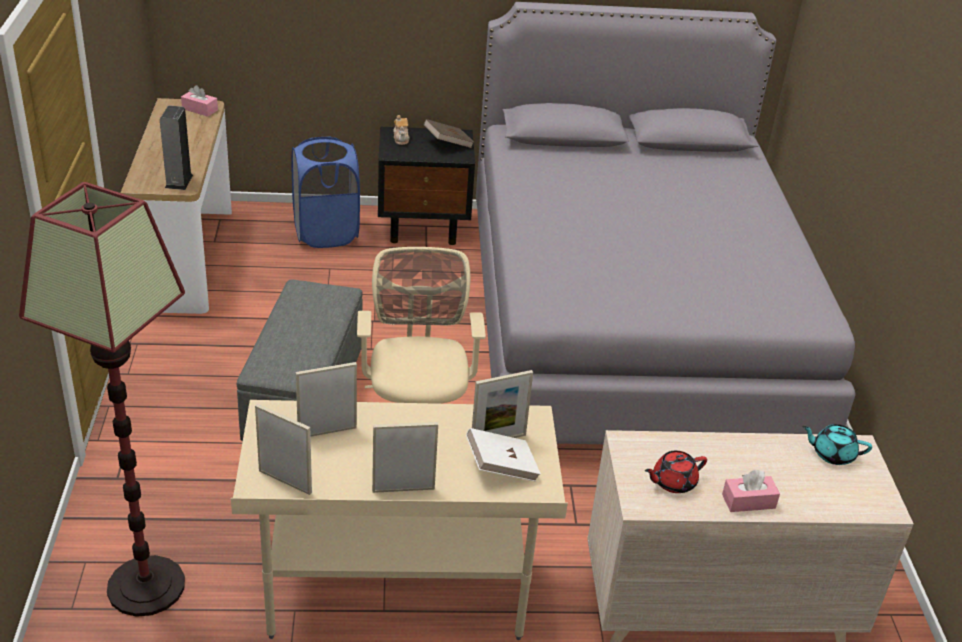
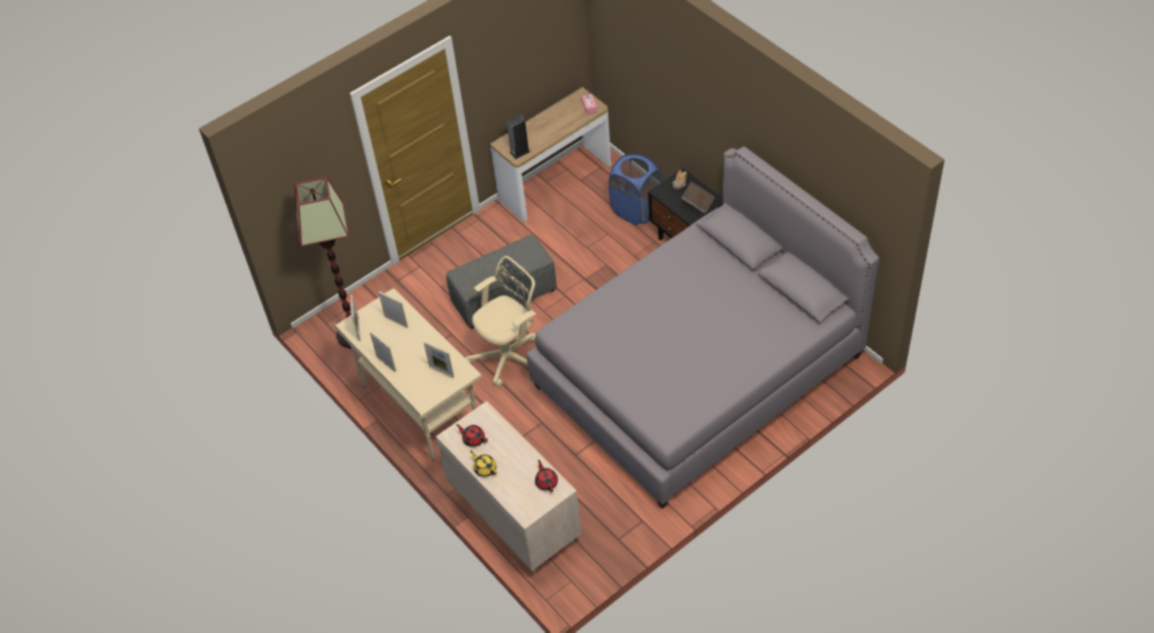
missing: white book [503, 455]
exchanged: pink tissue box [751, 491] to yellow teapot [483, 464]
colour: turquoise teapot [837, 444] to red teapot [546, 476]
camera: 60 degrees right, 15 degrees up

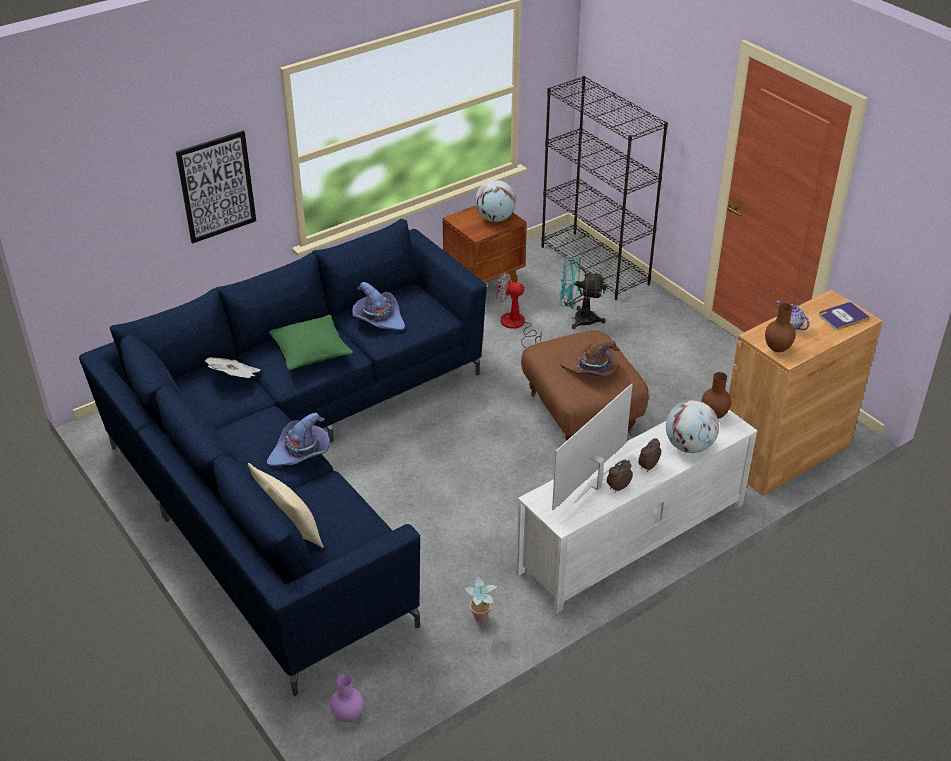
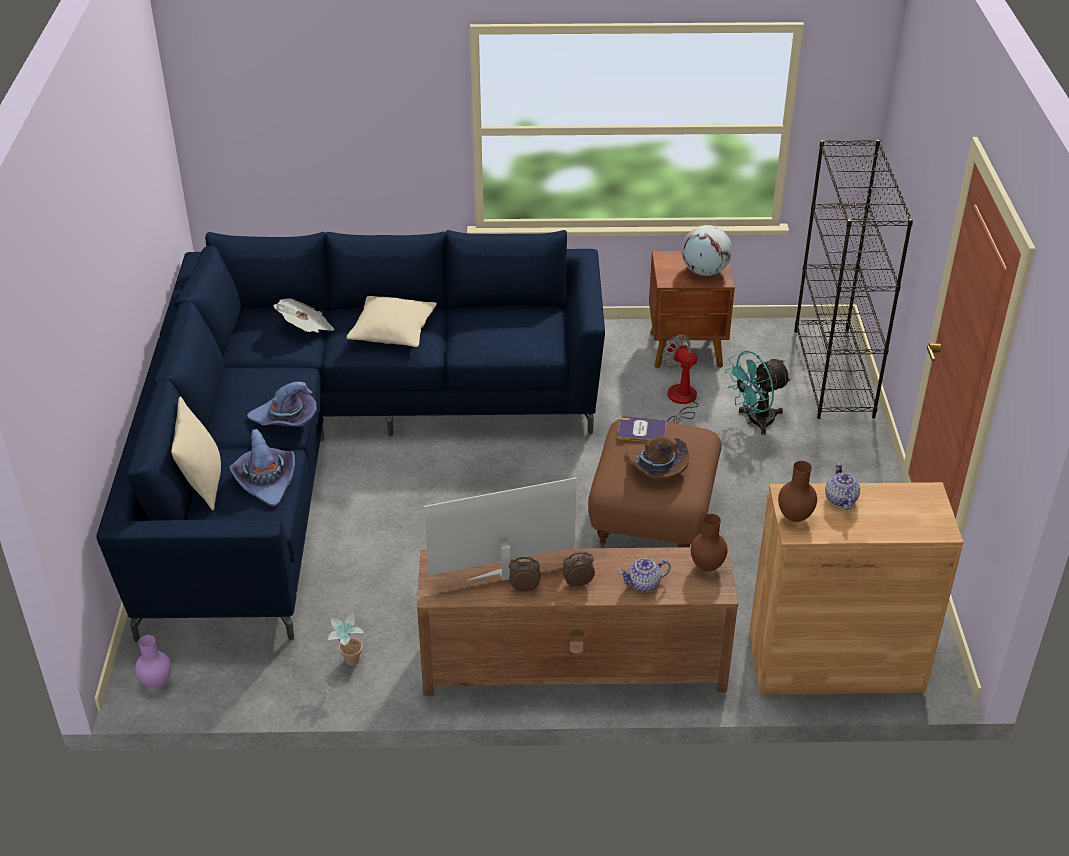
missing: picture [216, 187]
relocated: purple hat [378, 306] to [262, 467]; book [844, 316] to [641, 429]
exchanged: globe [692, 426] to teapot [645, 575]
colour: green pillow [311, 342] to beige pillow [392, 321]; white tv stand [636, 512] to brown tv stand [577, 621]
spun: turquoise fan [583, 293] = [758, 392] 75 degrees counterclockwise
camera: 35 degrees right, 0 degrees up

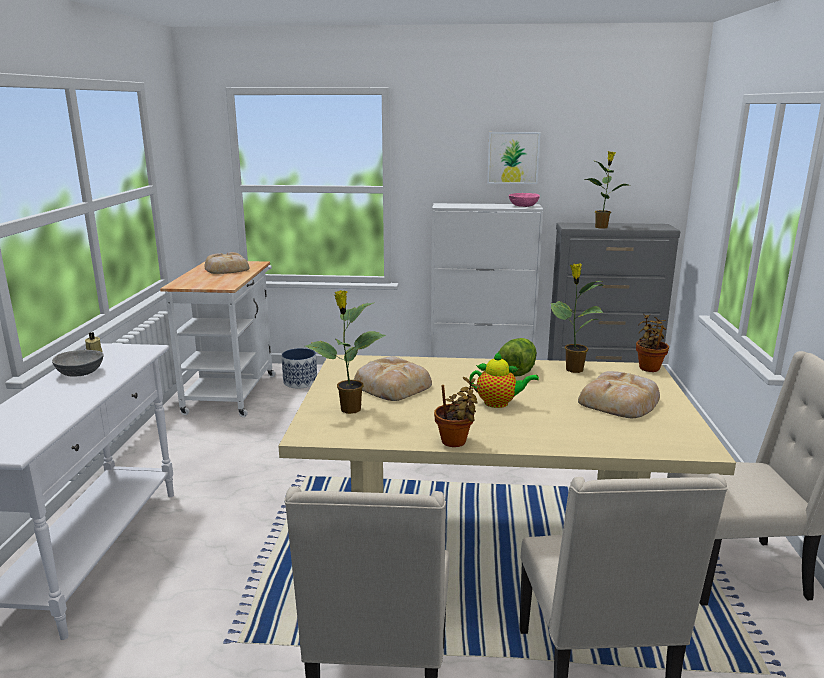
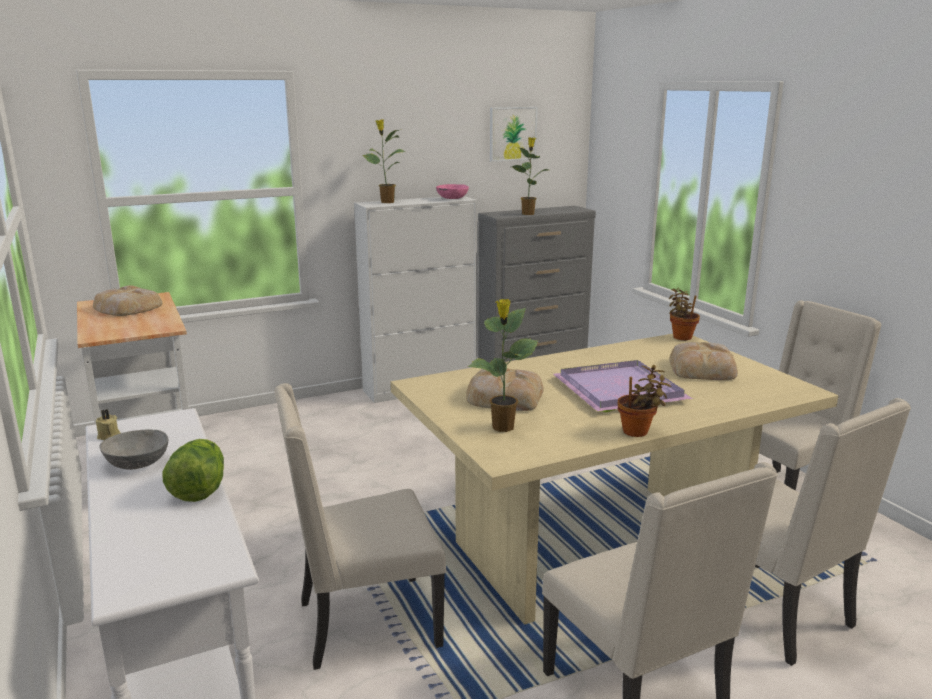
missing: planter [299, 368]
appeared: beige chair [360, 526]
relocated: picture [514, 158] to [514, 134]; lettuce [518, 357] to [193, 470]; potted plant [577, 318] to [384, 161]
exchanged: teapot [504, 380] to purple tray [623, 386]
camera: 30 degrees left, 0 degrees up

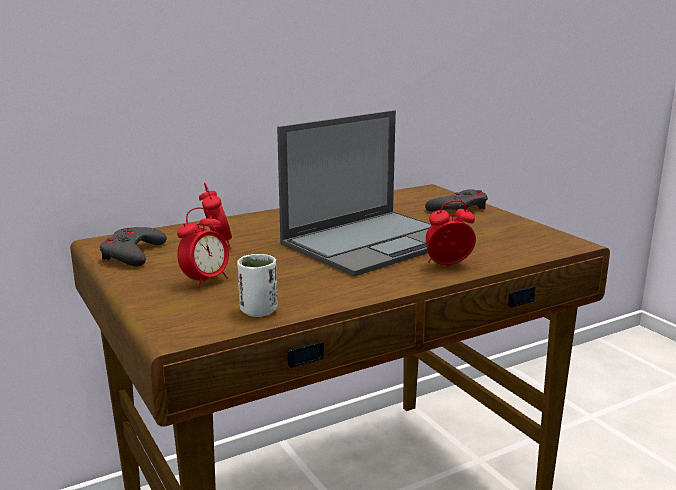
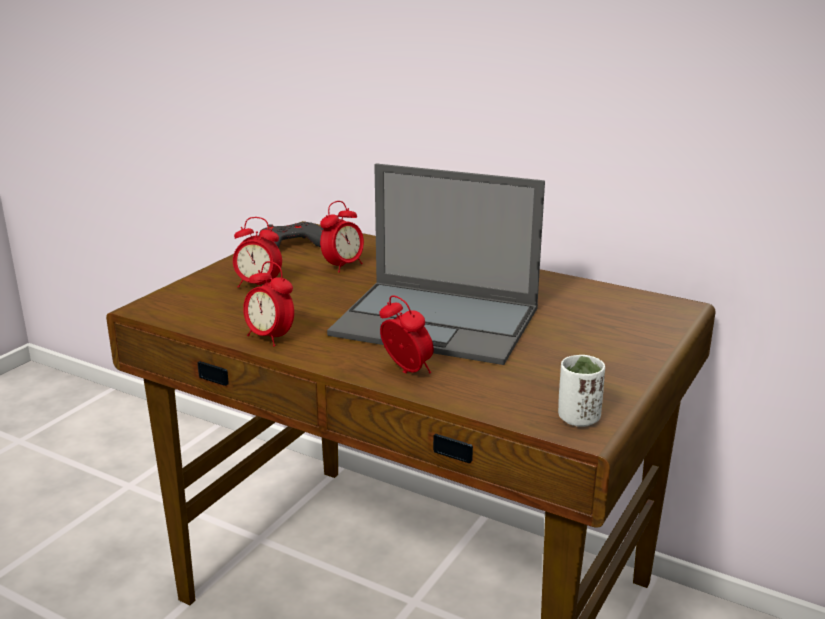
missing: grey game controller [456, 200]
appeared: alarm clock [268, 303]
relocated: white cup [257, 285] to [581, 391]
camera: 60 degrees right, 5 degrees up

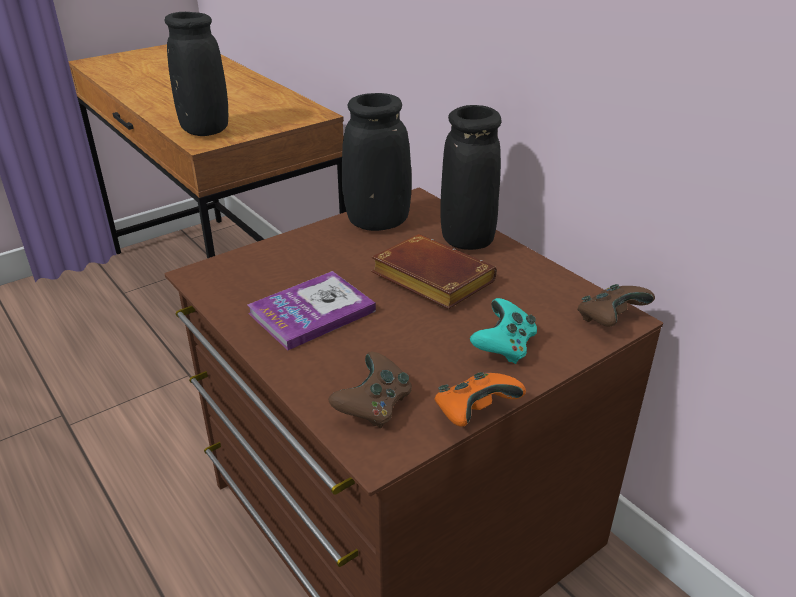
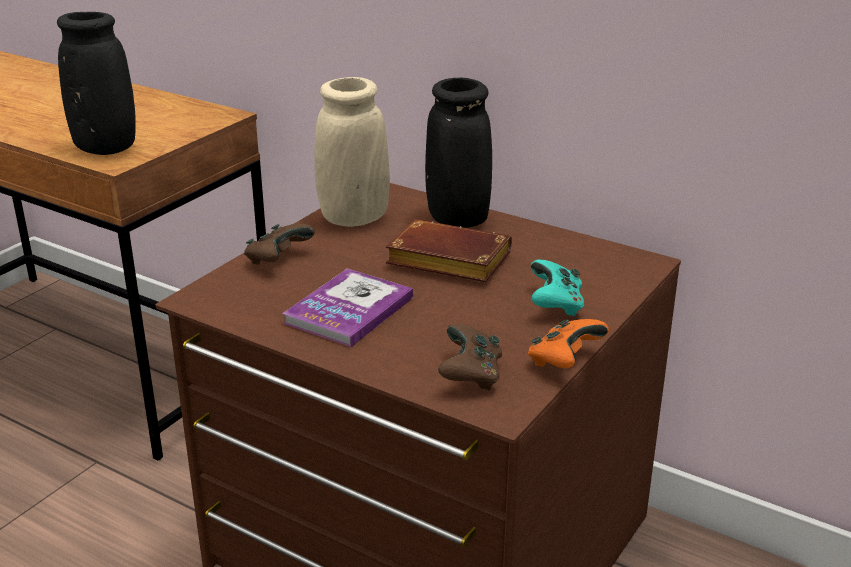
relocated: brown game controller [616, 305] to [279, 244]
colour: black vase [377, 162] to beige vase [352, 152]
camera: 20 degrees left, 5 degrees down

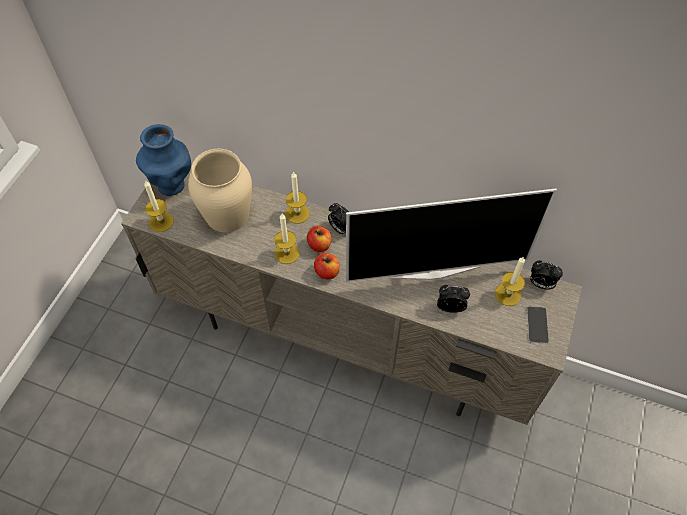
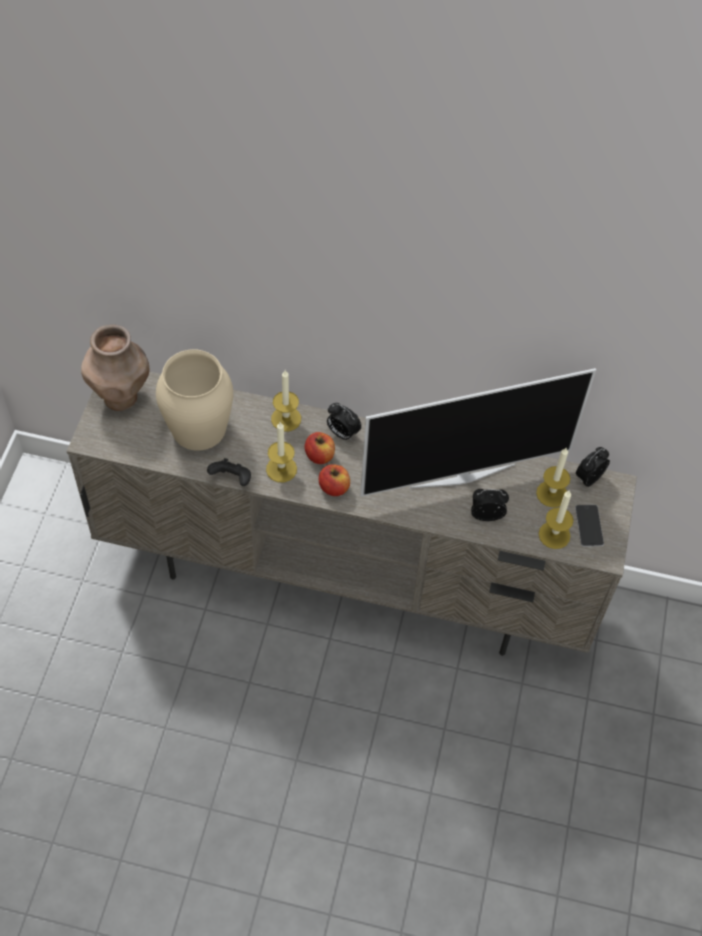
appeared: black game controller [229, 472]
relocated: candle [159, 206] to [556, 520]
colour: blue vase [163, 160] to brown vase [115, 368]
spun: alarm clock [546, 275] = [593, 467] 120 degrees clockwise
camera: 10 degrees left, 0 degrees up

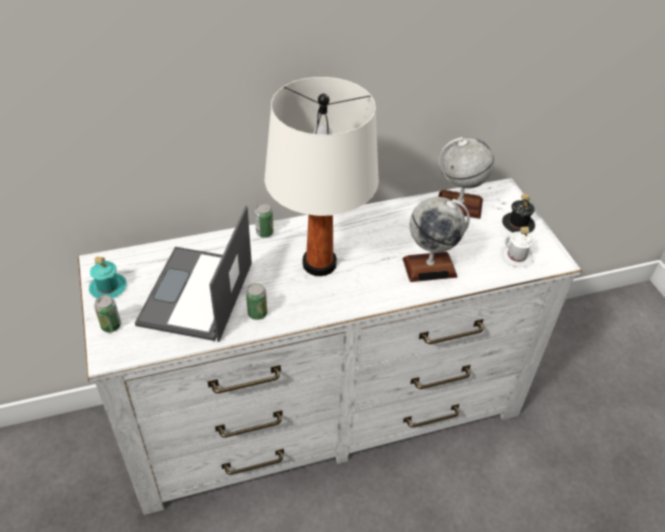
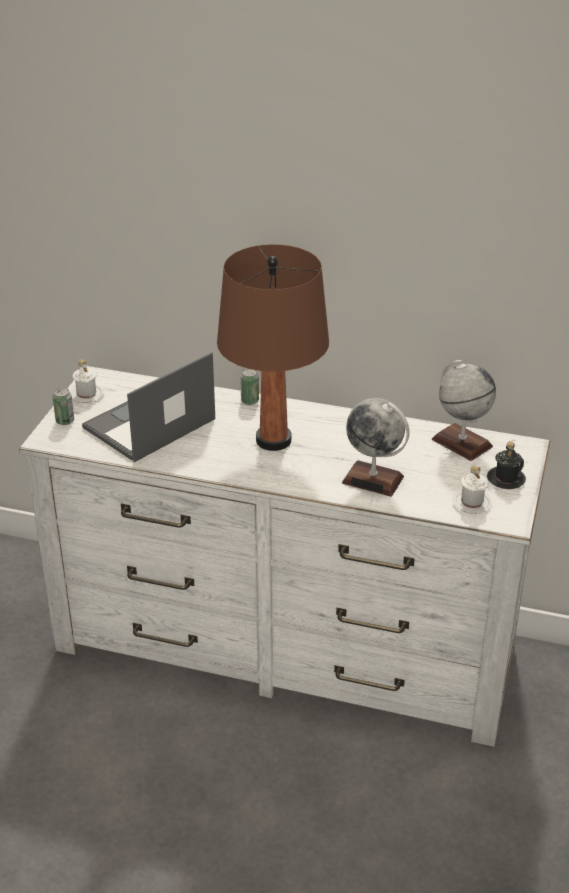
missing: can [256, 301]
colour: turquoise mug [108, 277] to white mug [87, 381]; white table lamp [322, 176] to brown table lamp [273, 347]
camera: 35 degrees right, 10 degrees down

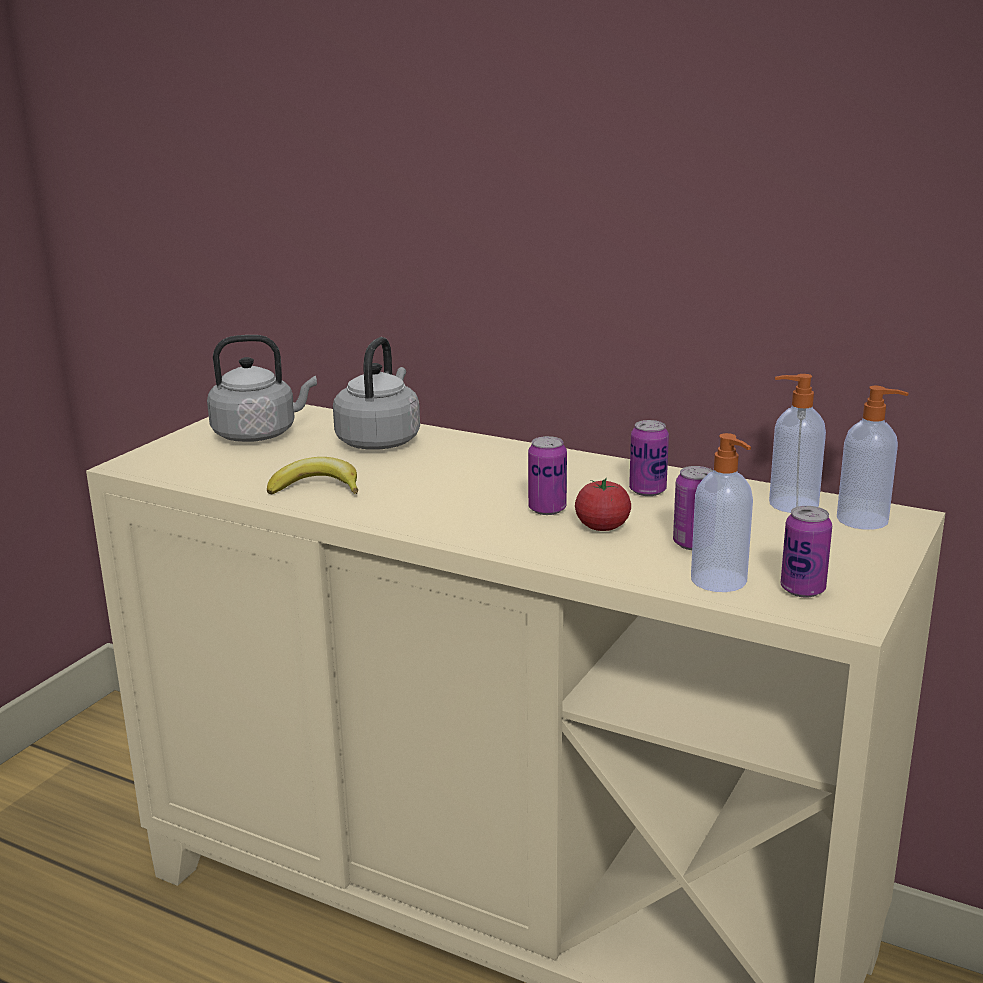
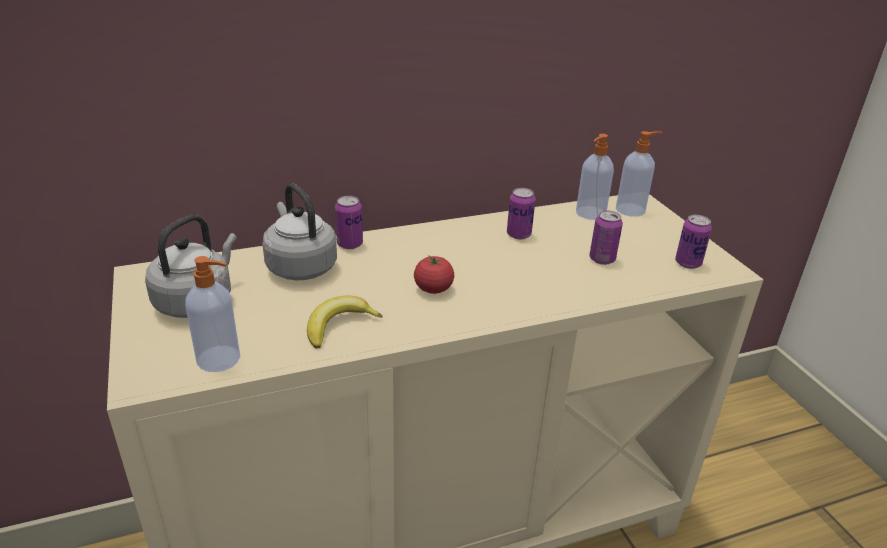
relocated: can [547, 475] to [349, 222]; tomato [603, 504] to [434, 274]; soap dispenser [722, 512] to [212, 314]
camera: 50 degrees left, 10 degrees up

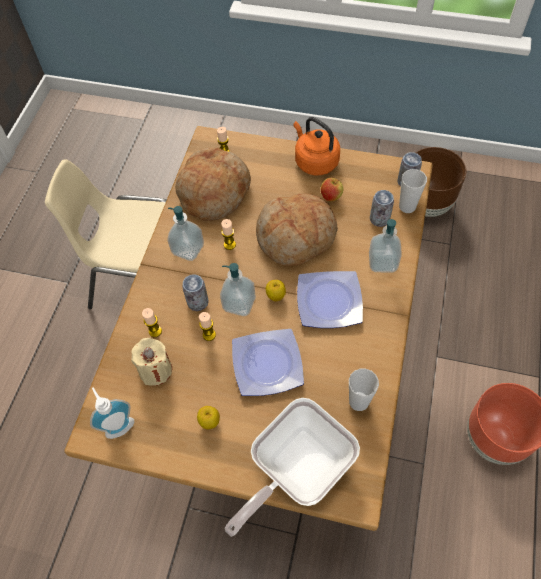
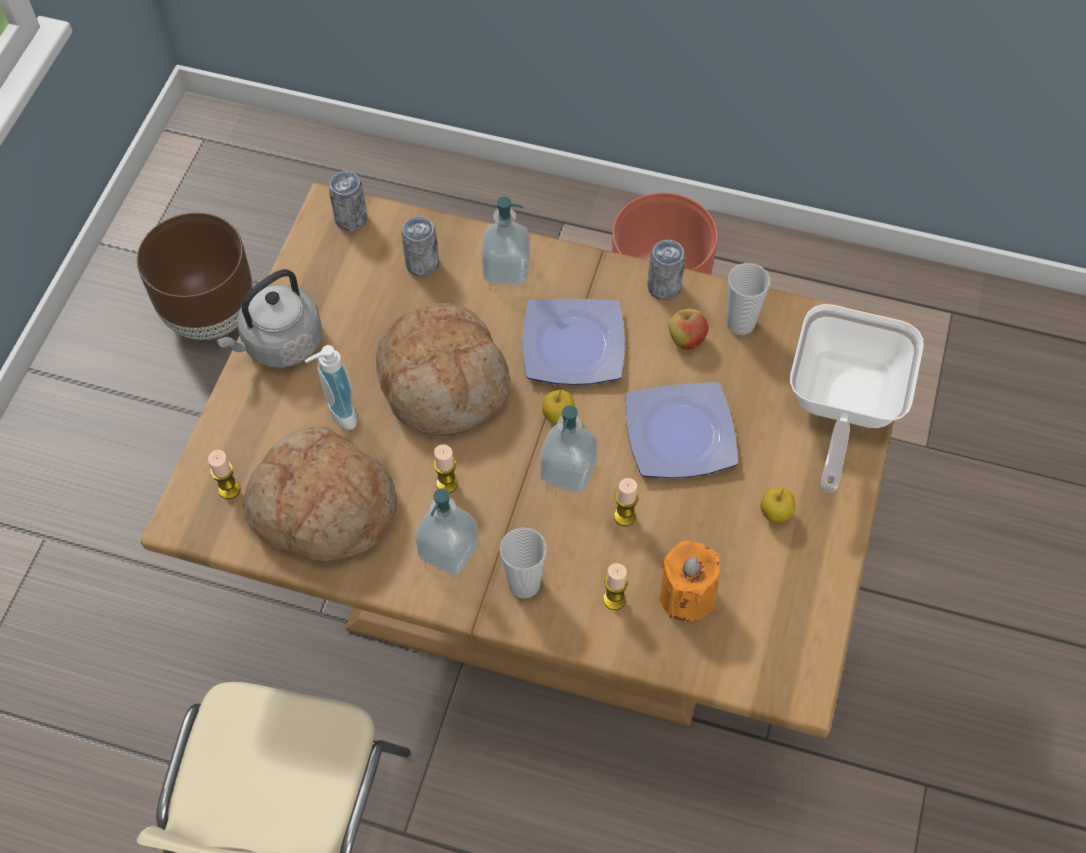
relocated: soap dispenser [112, 413] to [331, 387]; can [195, 292] to [666, 270]; apple [332, 189] to [689, 327]; cup [413, 191] to [523, 563]
colour: beige candle [151, 362] to orange candle [690, 581]; orange kettle [316, 146] to grey kettle [270, 318]
spun: frying pan [292, 467] = [857, 398] 60 degrees clockwise
camera: 90 degrees left, 0 degrees up

